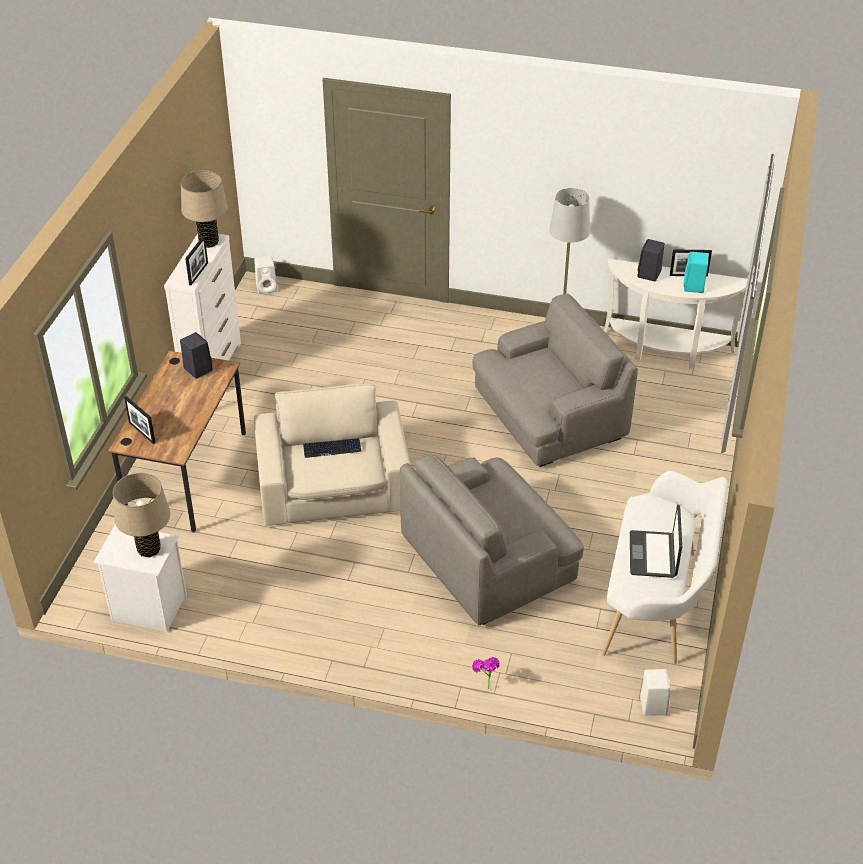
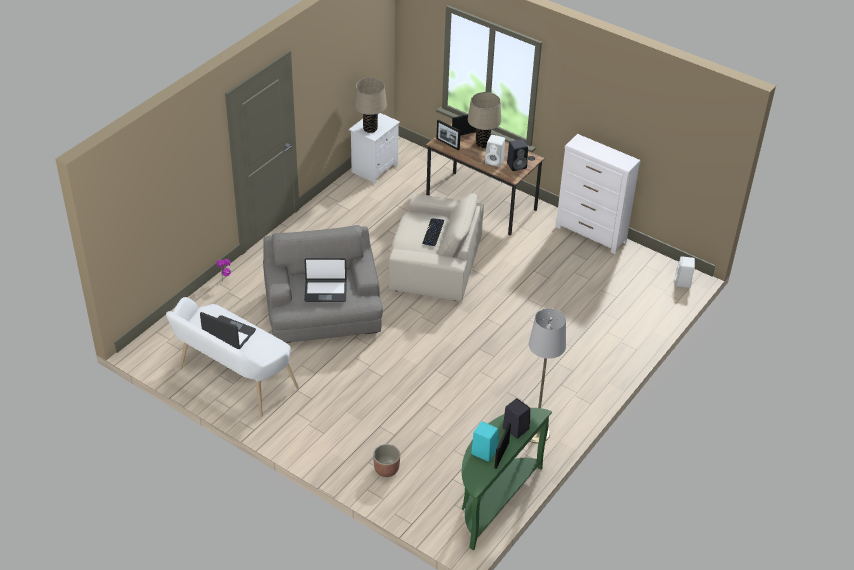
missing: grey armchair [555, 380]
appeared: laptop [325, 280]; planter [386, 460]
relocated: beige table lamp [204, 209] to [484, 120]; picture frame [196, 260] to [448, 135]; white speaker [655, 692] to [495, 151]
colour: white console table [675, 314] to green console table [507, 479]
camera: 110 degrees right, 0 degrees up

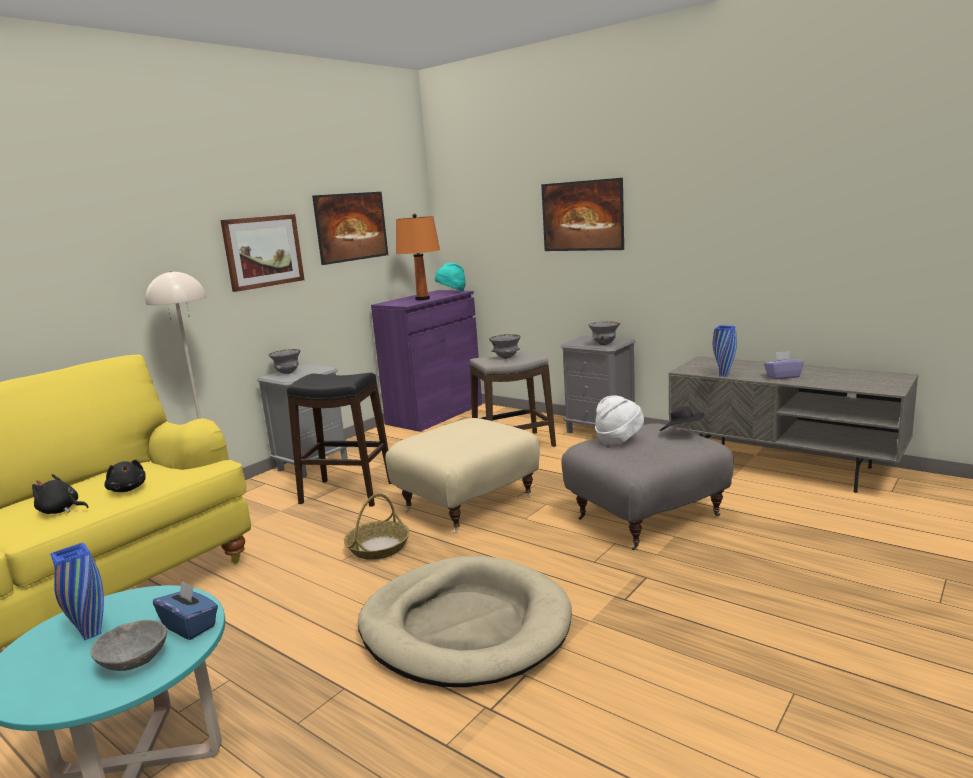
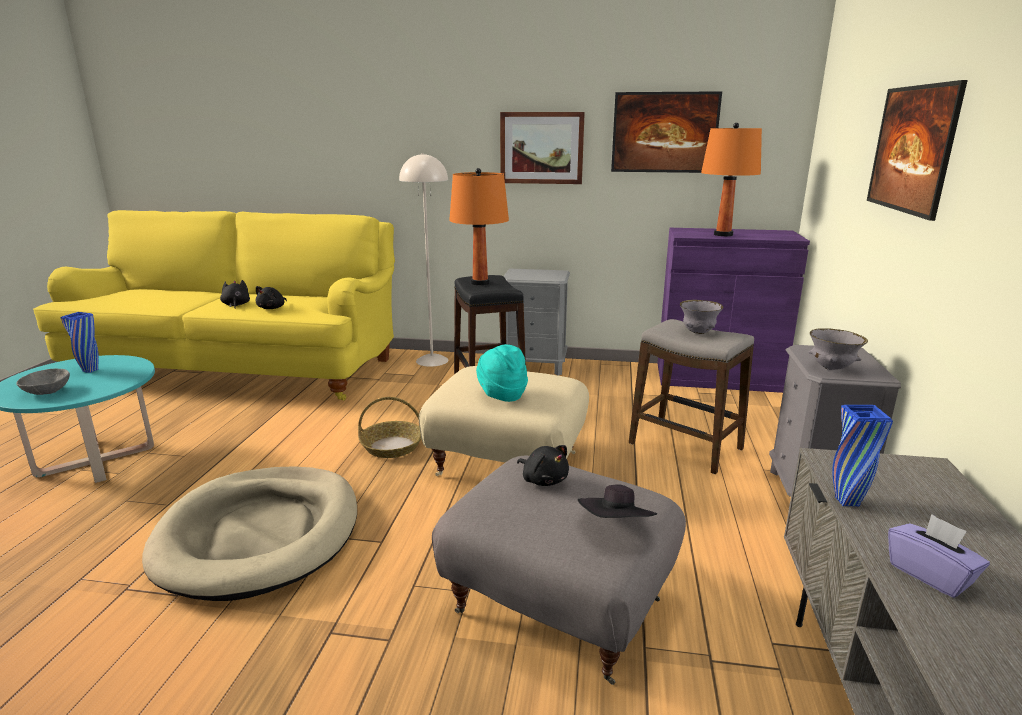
missing: blue tissue box [185, 610]; grey bowl [284, 361]
appeared: orange table lamp [479, 226]
relocated: turquoise hat [450, 277] to [502, 373]
exchanged: white hat [619, 420] to black plush toy [543, 465]
camera: 60 degrees right, 5 degrees up

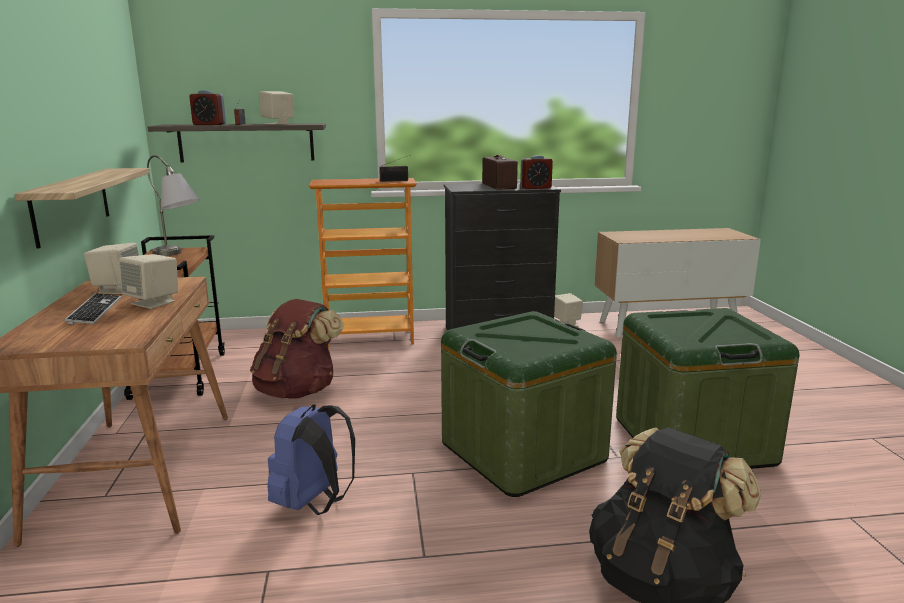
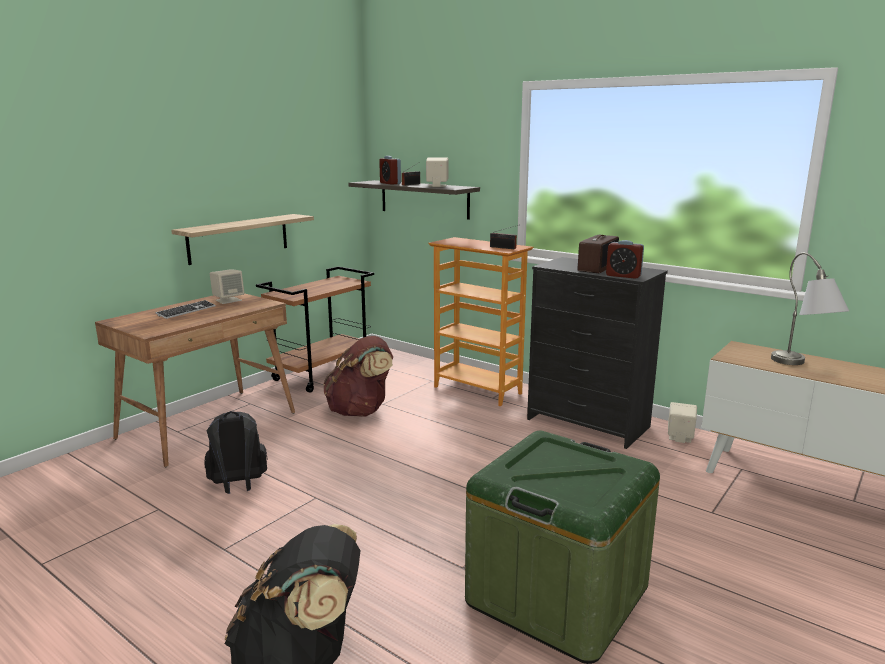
missing: beige speaker [148, 281]; green storage box [529, 404]
relocated: grey table lamp [173, 205] to [810, 309]
colour: blue backpack [311, 459] to black backpack [236, 452]
camera: 45 degrees right, 0 degrees up

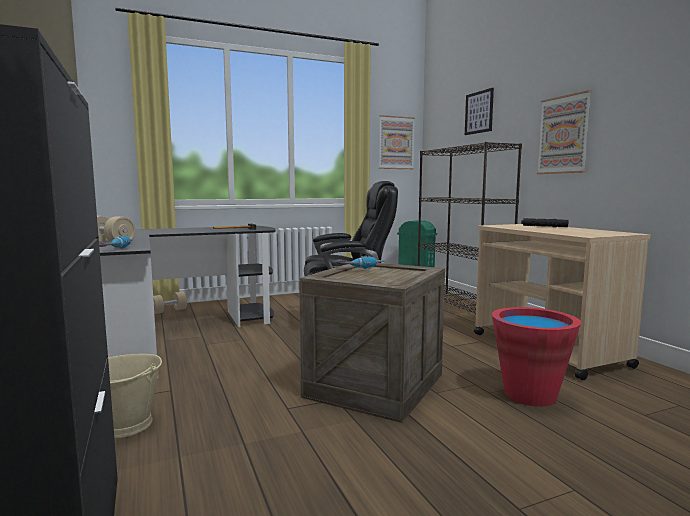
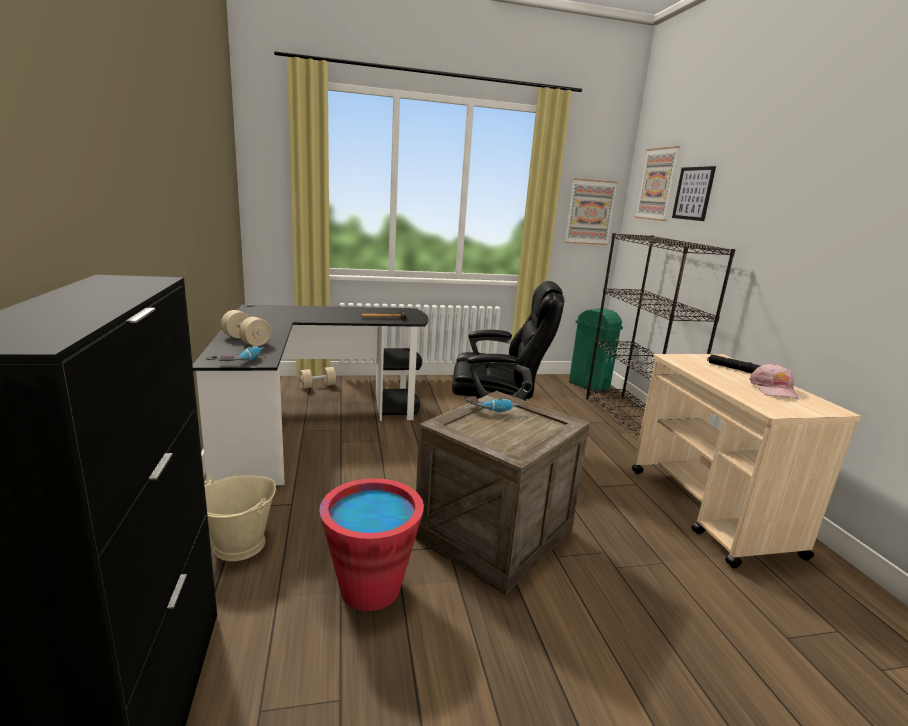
appeared: pink cap [774, 381]
relocated: red bucket [536, 357] to [371, 544]; picture [564, 132] to [657, 183]
camera: 10 degrees right, 10 degrees up

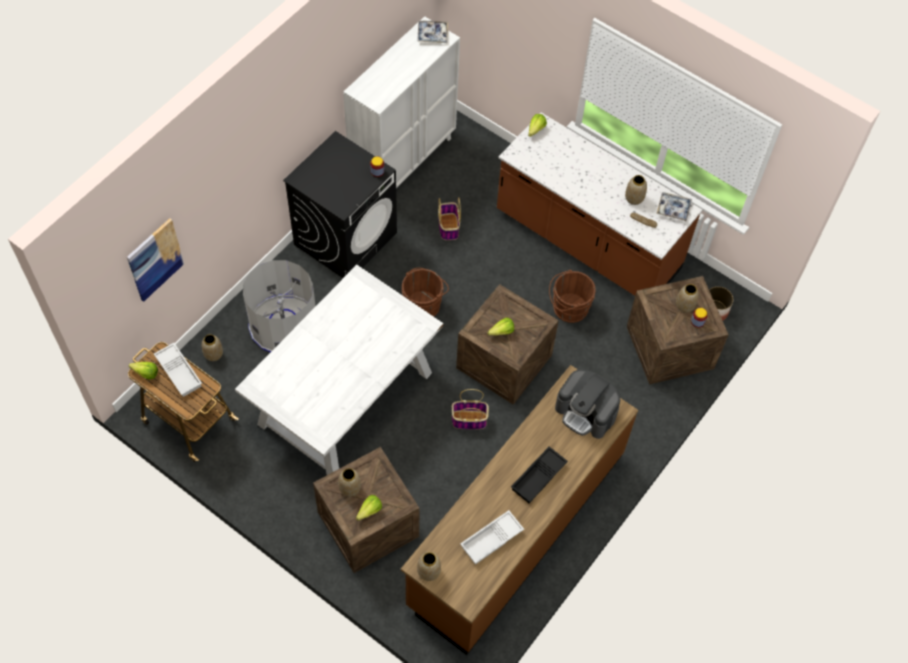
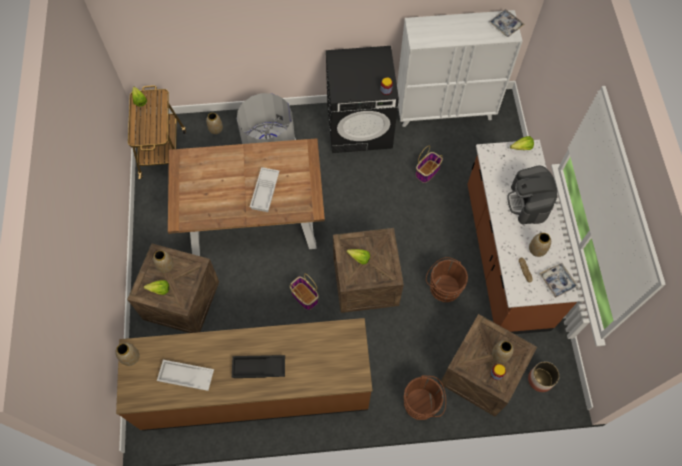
missing: picture [155, 260]
relocated: white tray [178, 370] to [264, 189]; brown bucket [425, 292] to [425, 397]; coffee machine [587, 404] to [532, 195]
colour: white dining table [339, 370] to brown dining table [246, 197]
camera: 50 degrees right, 5 degrees up

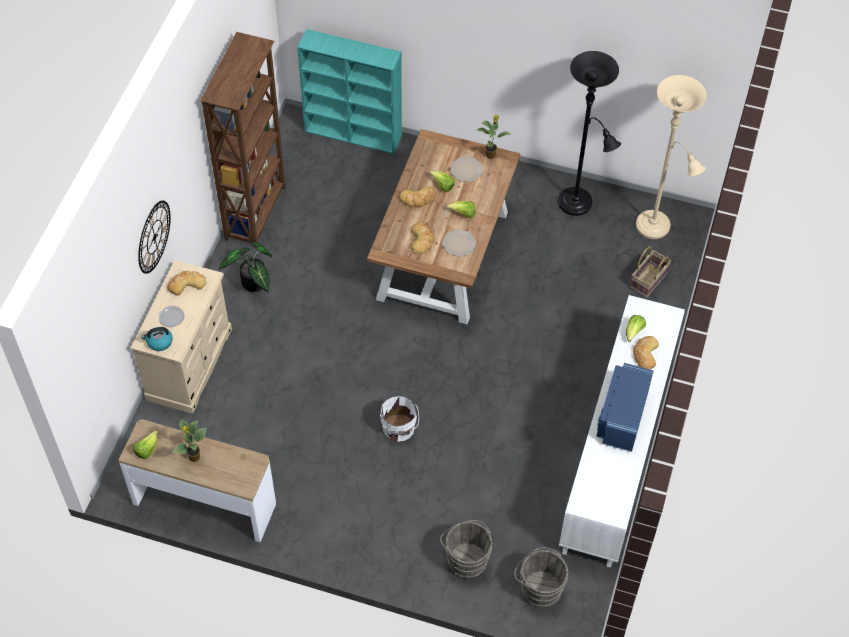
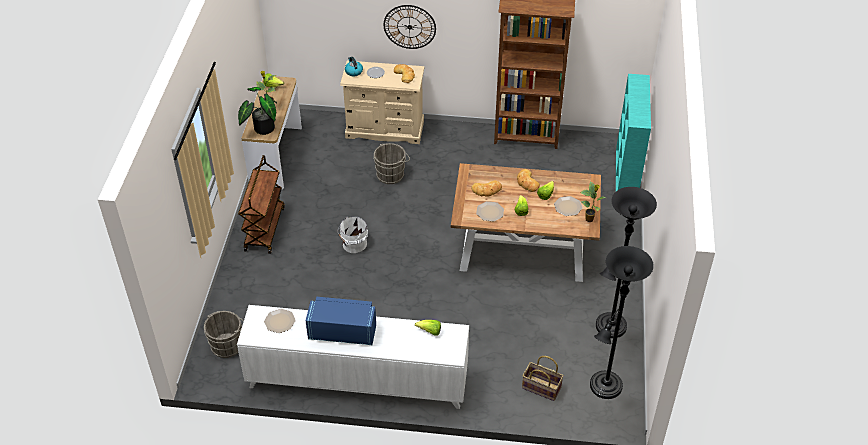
missing: bread [646, 352]
appeared: brown cart [261, 204]; plate [280, 321]
relocated: potted plant [245, 267] to [257, 111]; grey bucket [466, 549] to [392, 163]
colour: beige floor lamp [671, 157] to black floor lamp [622, 322]
camera: 80 degrees right, 10 degrees down

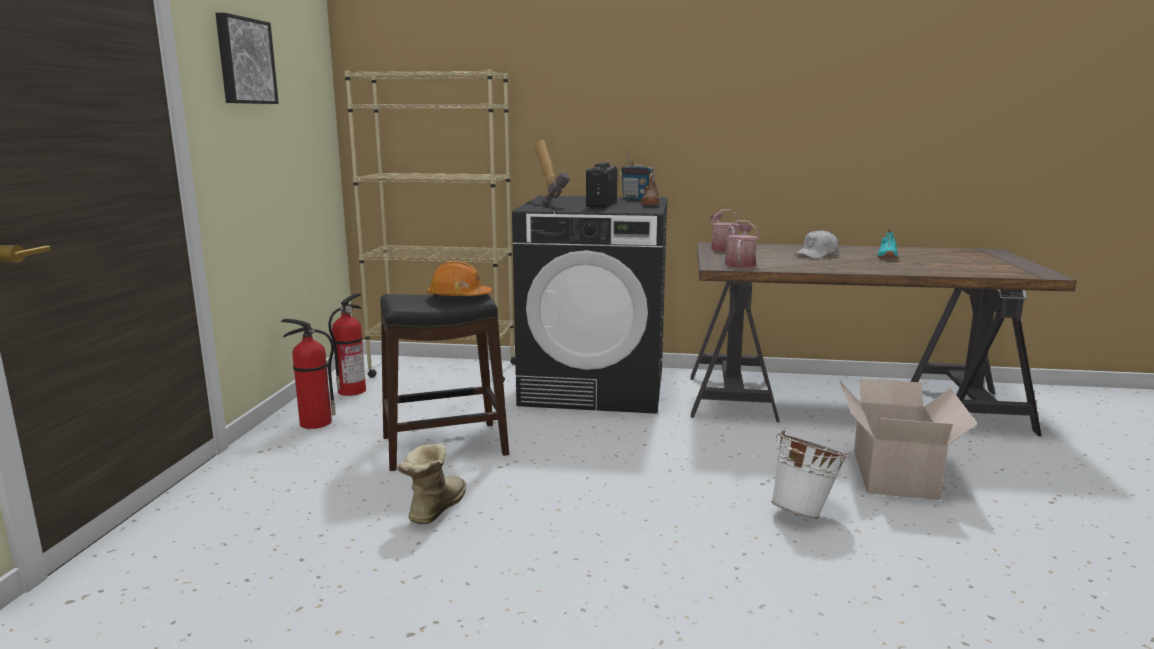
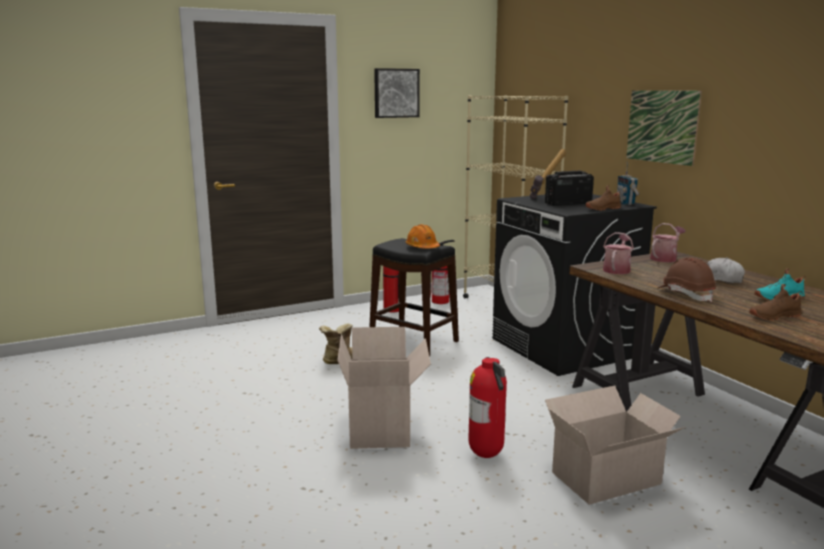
appeared: cardboard box [384, 388]; picture [664, 128]; brown hard hat [686, 279]; brown shoe [776, 302]
exchanged: white bucket [810, 474] to fire extinguisher [487, 407]
spun: watering can [742, 244] = [618, 253] 45 degrees counterclockwise
camera: 55 degrees right, 0 degrees up

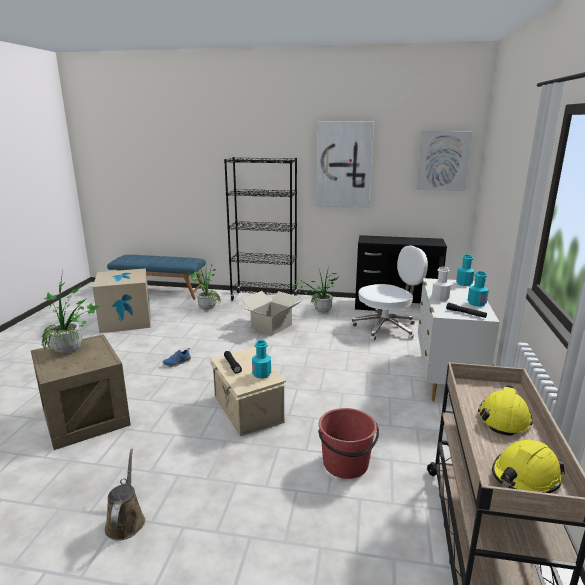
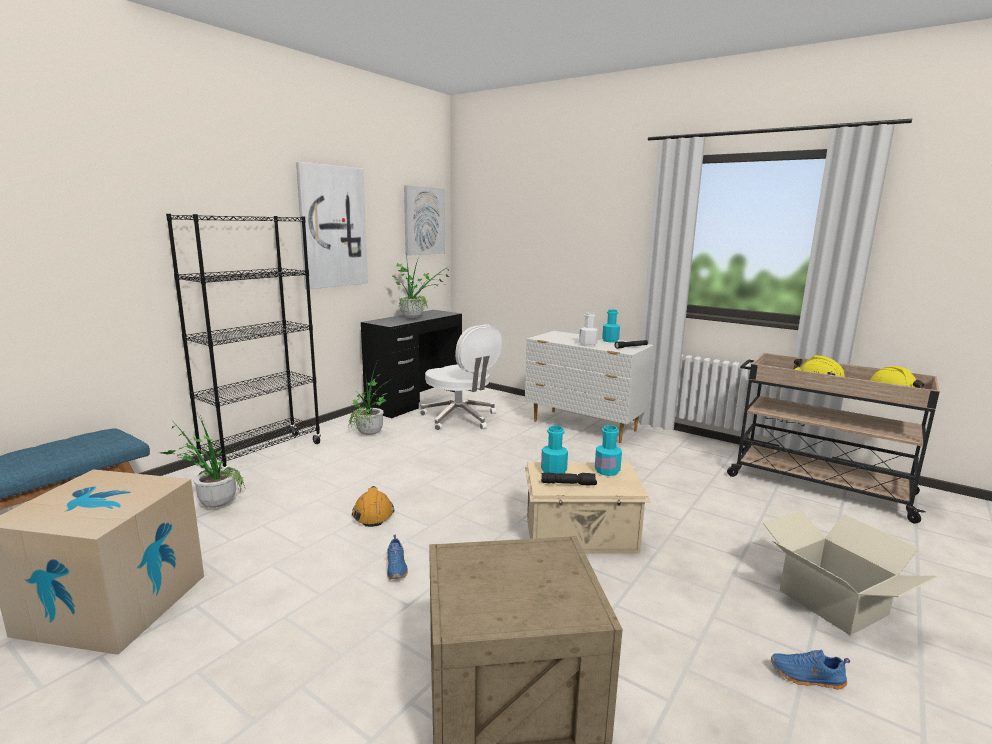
missing: red bucket [348, 443]
appeared: orange hard hat [373, 506]
relocated: potted plant [70, 312] to [420, 283]; cardboard box [271, 313] to [850, 573]; turquoise bottle [465, 270] to [554, 449]
exchanged: brown watering can [125, 494] to blue shoe [810, 669]
spun: white office chair [389, 293] = [461, 377] 135 degrees clockwise
camera: 65 degrees left, 5 degrees down

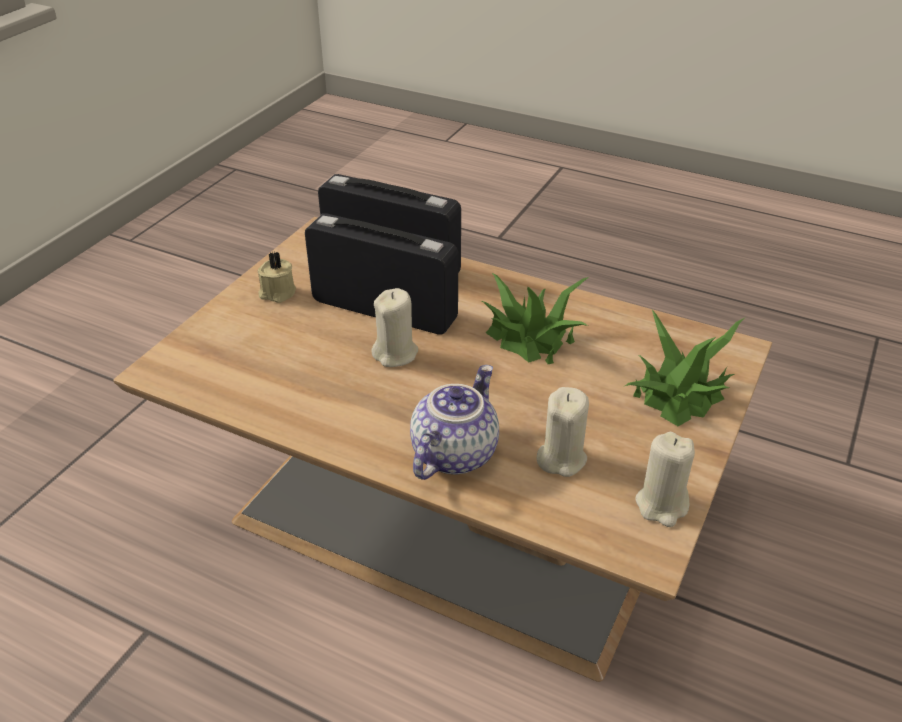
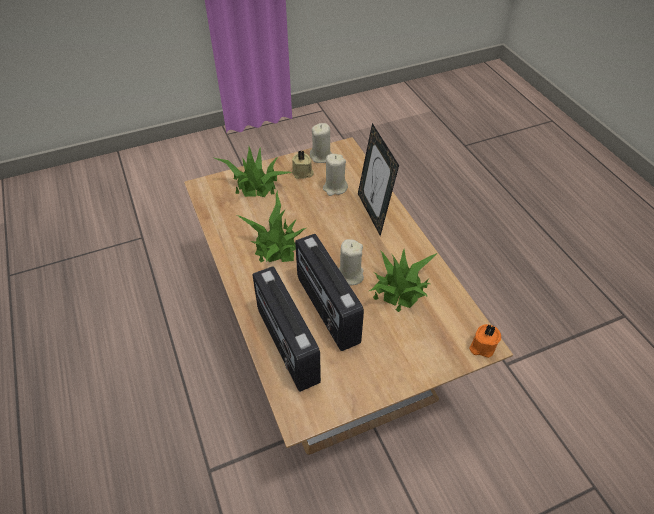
appeared: potted plant [403, 280]; orange candle [485, 341]
relocated: beige candle [277, 277] to [303, 165]
exchanged: teapot [454, 422] to picture frame [378, 179]
camera: 140 degrees left, 10 degrees up

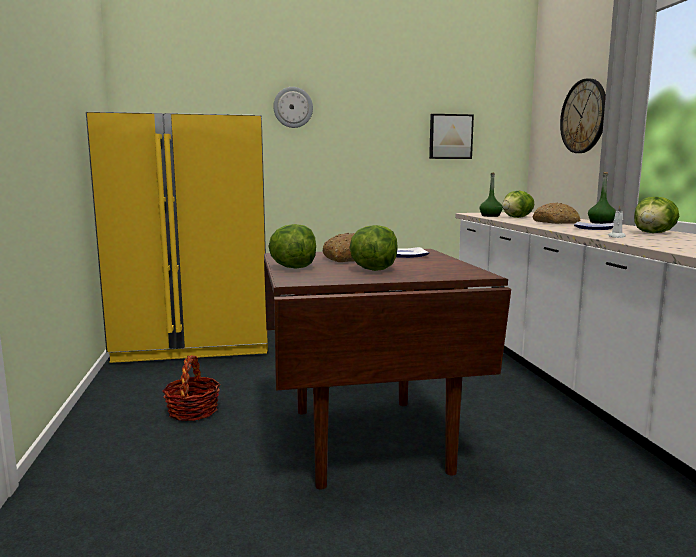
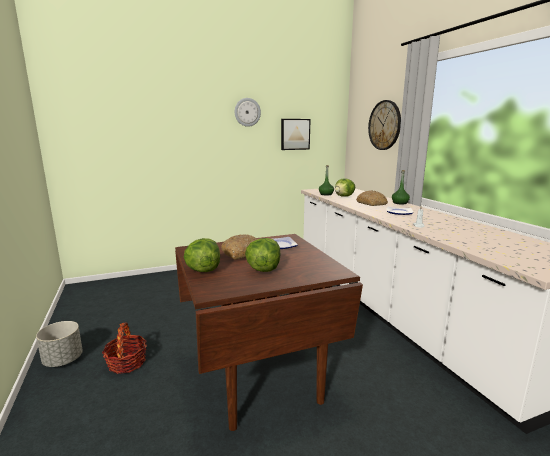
missing: yellow fridge [177, 237]; lettuce [656, 215]
appeared: grey planter [59, 344]
relocated: wall clock [293, 107] to [248, 112]
camera: 10 degrees left, 5 degrees up

